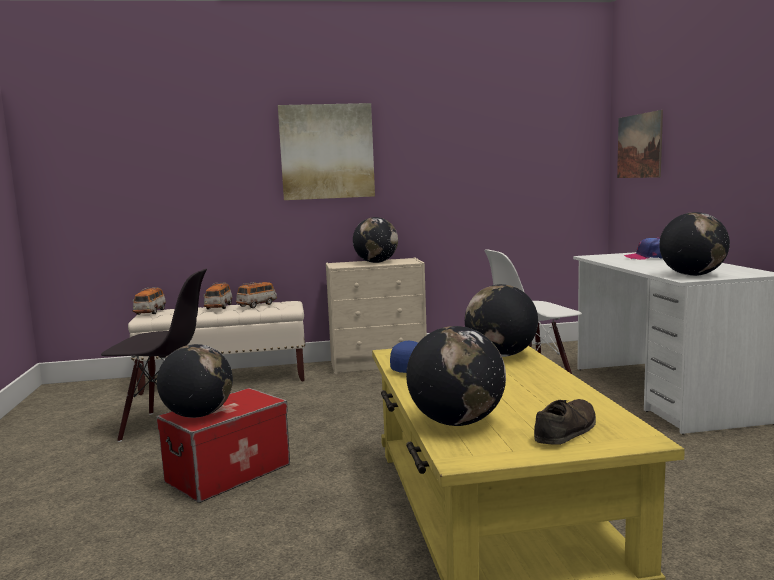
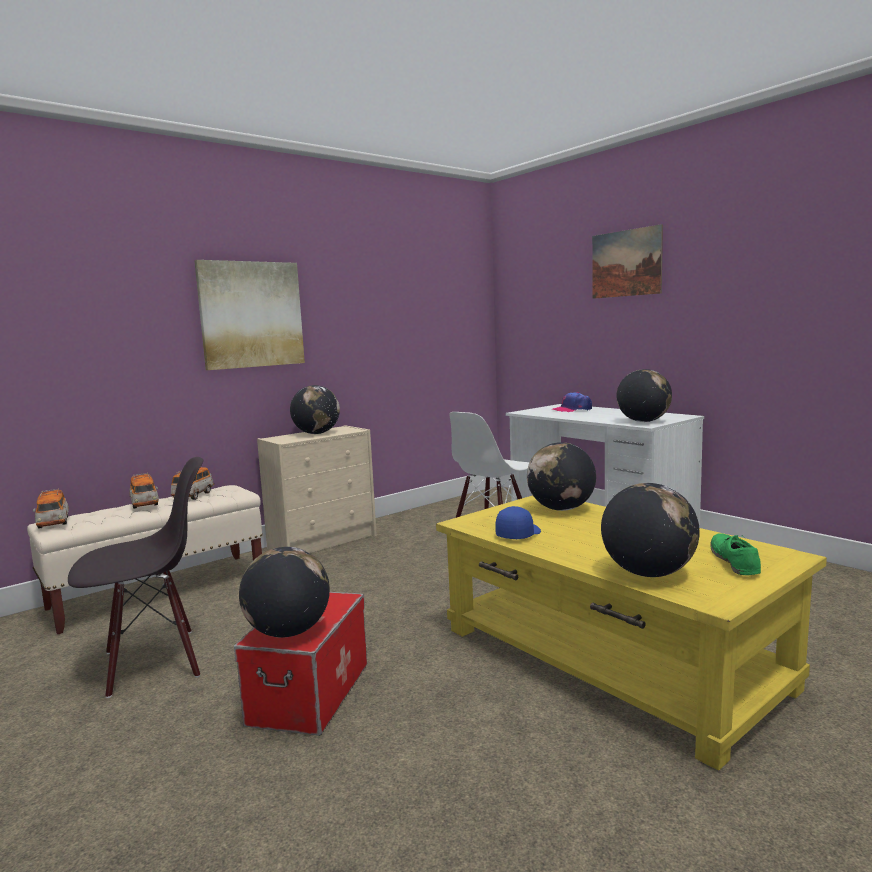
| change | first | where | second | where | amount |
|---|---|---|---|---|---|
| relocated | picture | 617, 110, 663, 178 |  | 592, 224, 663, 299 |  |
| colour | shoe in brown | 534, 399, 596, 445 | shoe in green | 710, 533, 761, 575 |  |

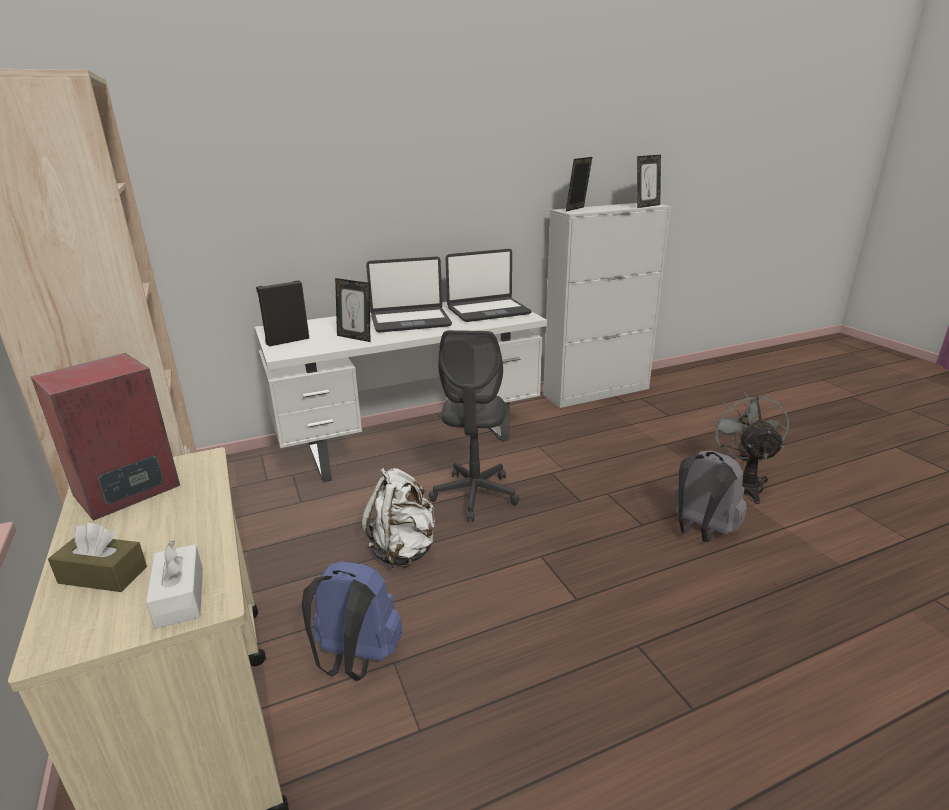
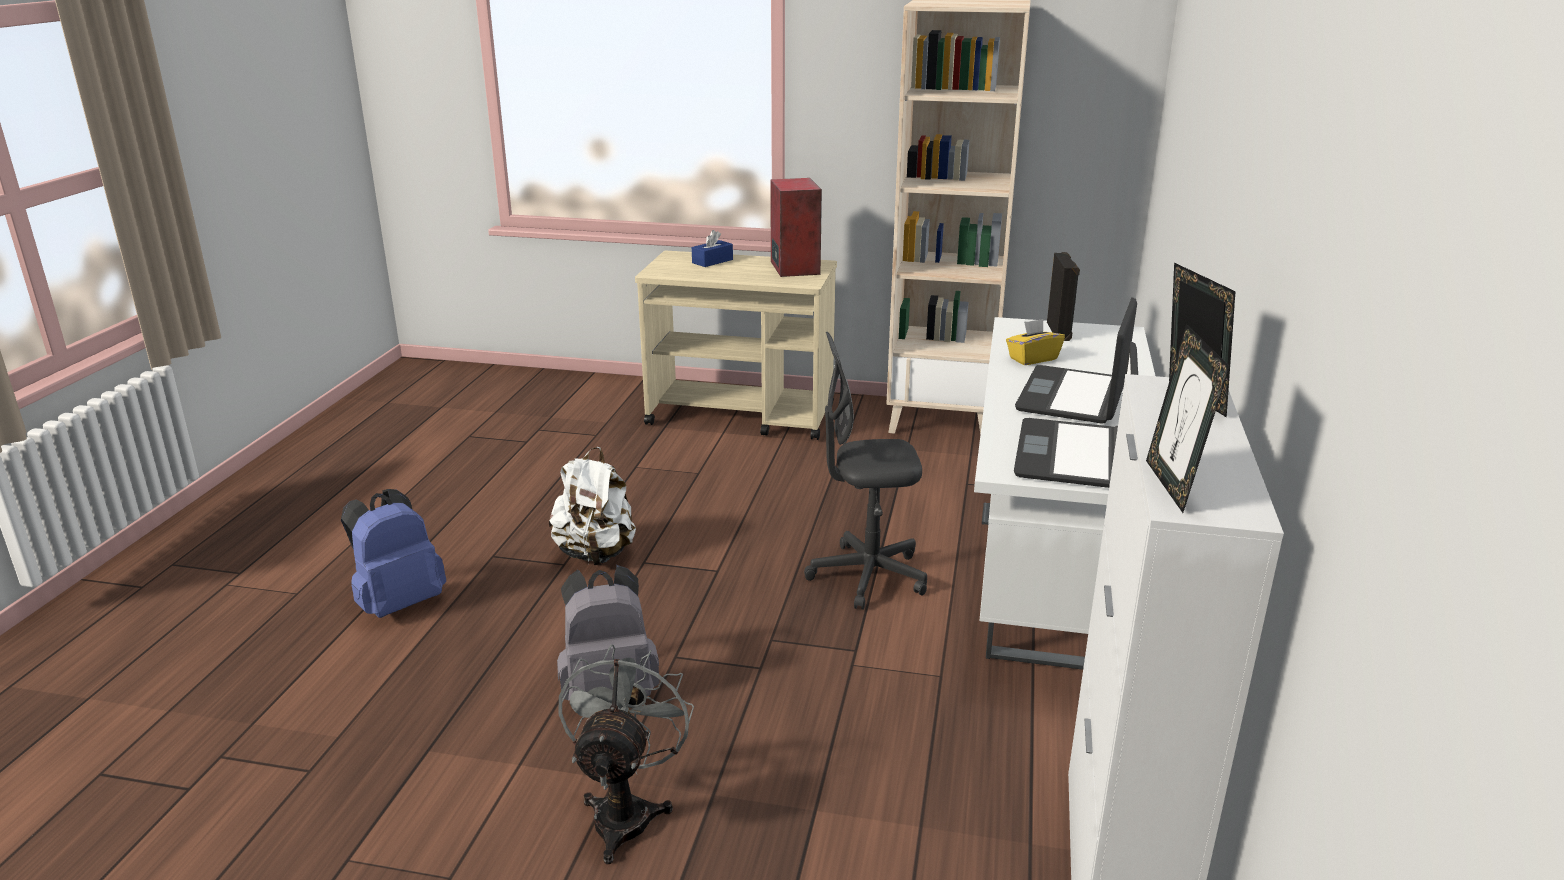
| change | first | where | second | where | amount |
|---|---|---|---|---|---|
| missing | tissue box in white | 146, 540, 203, 629 |  |  |  |
| relocated | backpack in blue | 301, 561, 403, 681 |  | 341, 489, 446, 618 |  |
| relocated | backpack in white | 361, 468, 435, 568 |  | 549, 447, 636, 565 |  |
| exchanged | picture frame | 335, 278, 370, 342 | tissue box in yellow | 1006, 319, 1065, 365 |  |
| colour | tissue box in brown | 48, 523, 147, 592 | tissue box in blue | 692, 230, 733, 267 |  |
| spun | office chair in grey | 429, 330, 519, 522 |  | 804, 332, 927, 610 | 45 degrees counterclockwise |
| spun | fan in grey | 713, 392, 789, 504 |  | 559, 644, 694, 864 | 120 degrees counterclockwise |

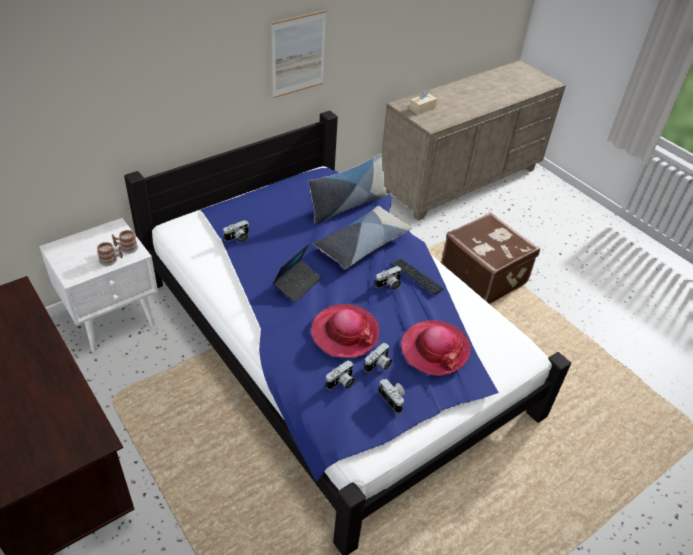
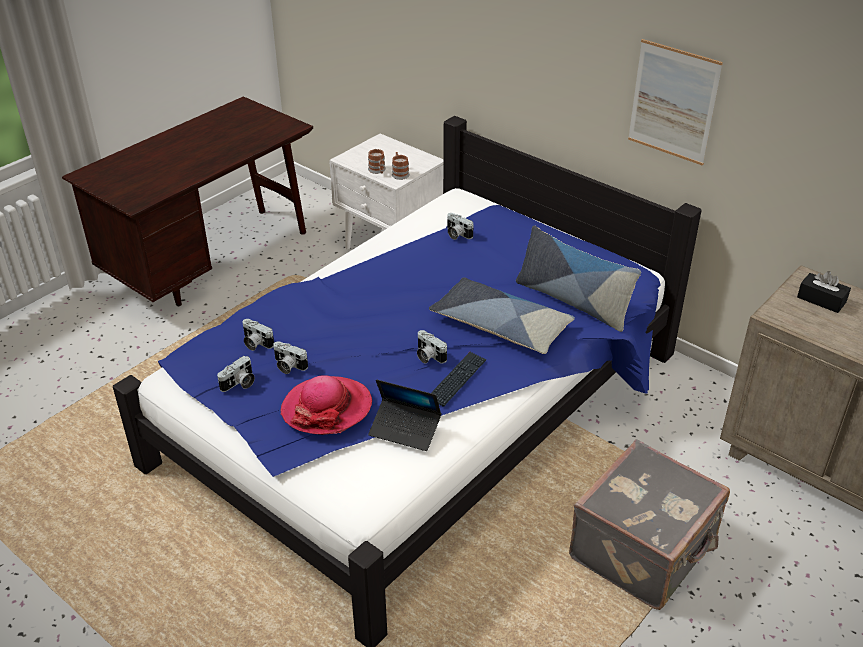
| change | first | where | second | where | amount |
|---|---|---|---|---|---|
| missing | hat | 311, 304, 379, 358 |  |  |  |
| relocated | laptop | 273, 244, 321, 303 |  | 368, 379, 441, 451 |  |
| colour | tissue box in beige | 409, 90, 437, 114 | tissue box in black | 797, 271, 851, 313 |  |
| colour | suitcase in brown | 441, 212, 540, 304 | suitcase in grey | 569, 439, 730, 610 |  |

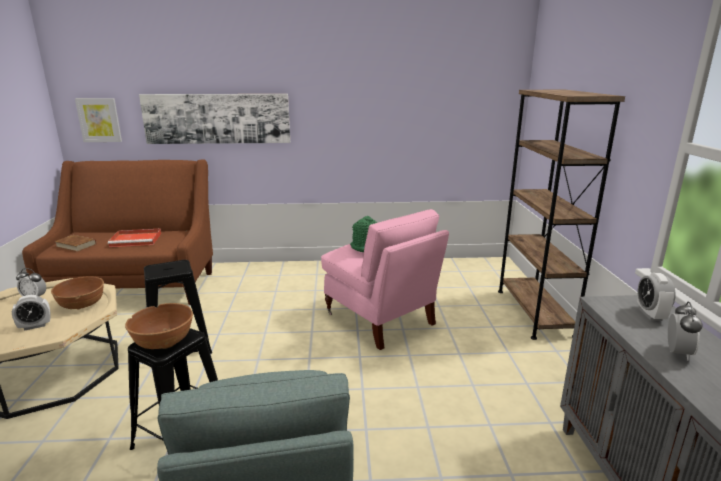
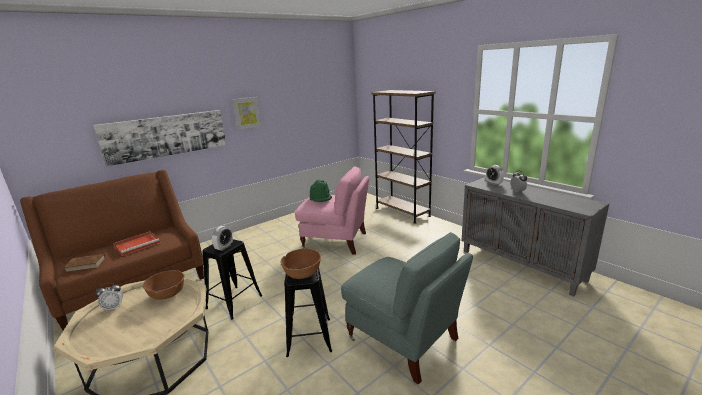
| change | first | where | second | where | amount |
|---|---|---|---|---|---|
| relocated | alarm clock | 12, 295, 51, 331 |  | 212, 226, 233, 251 |  |
| relocated | picture | 75, 98, 122, 142 |  | 232, 97, 261, 130 |  |

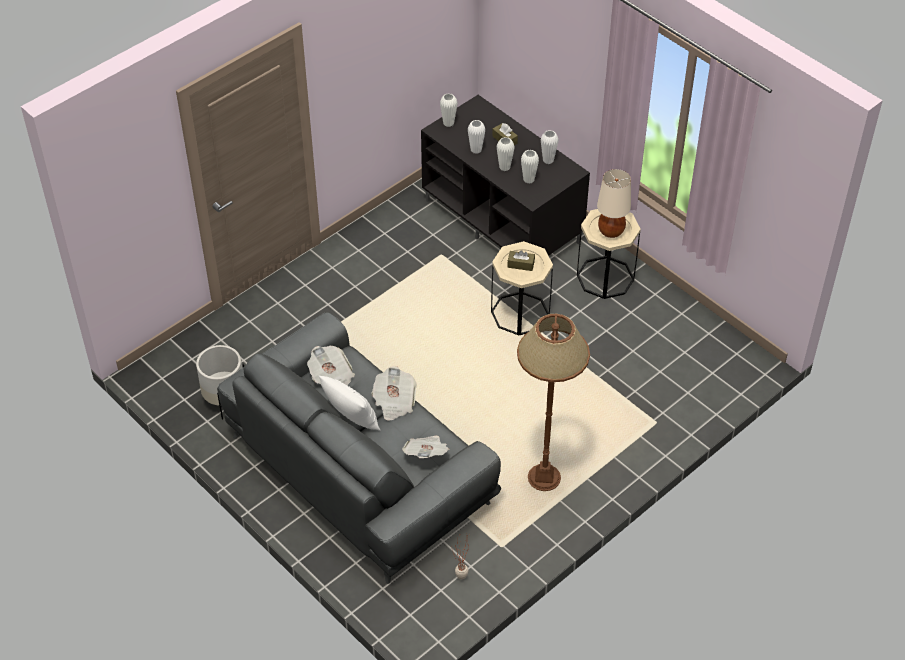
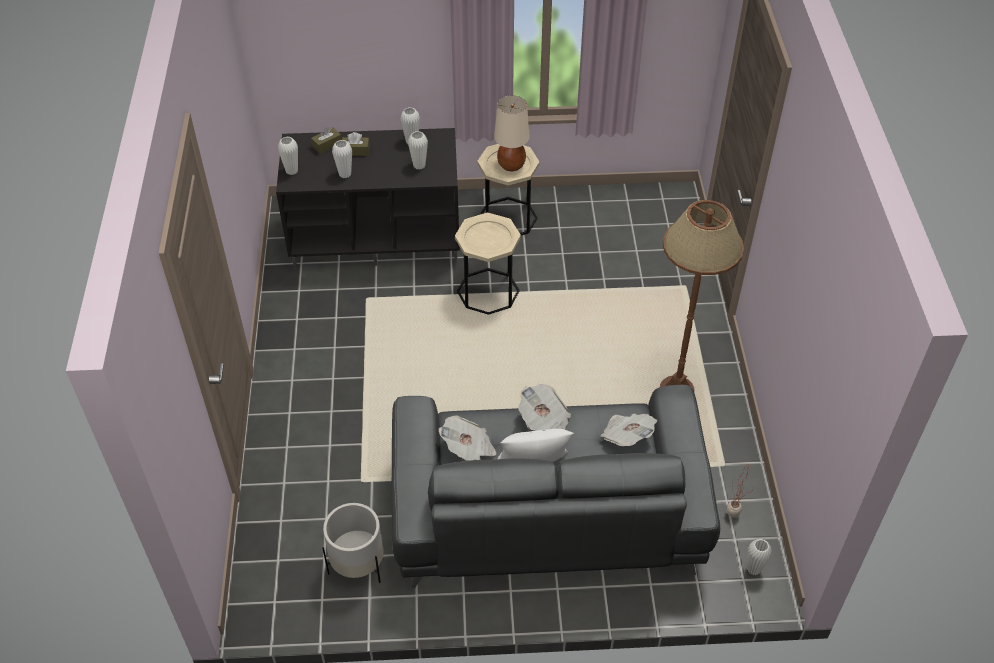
| change | first | where | second | where | amount |
|---|---|---|---|---|---|
| relocated | vase in white | 497, 137, 514, 171 |  | 747, 539, 772, 575 |  |
| relocated | tissue box in brown | 507, 250, 535, 271 |  | 311, 127, 342, 154 |  |

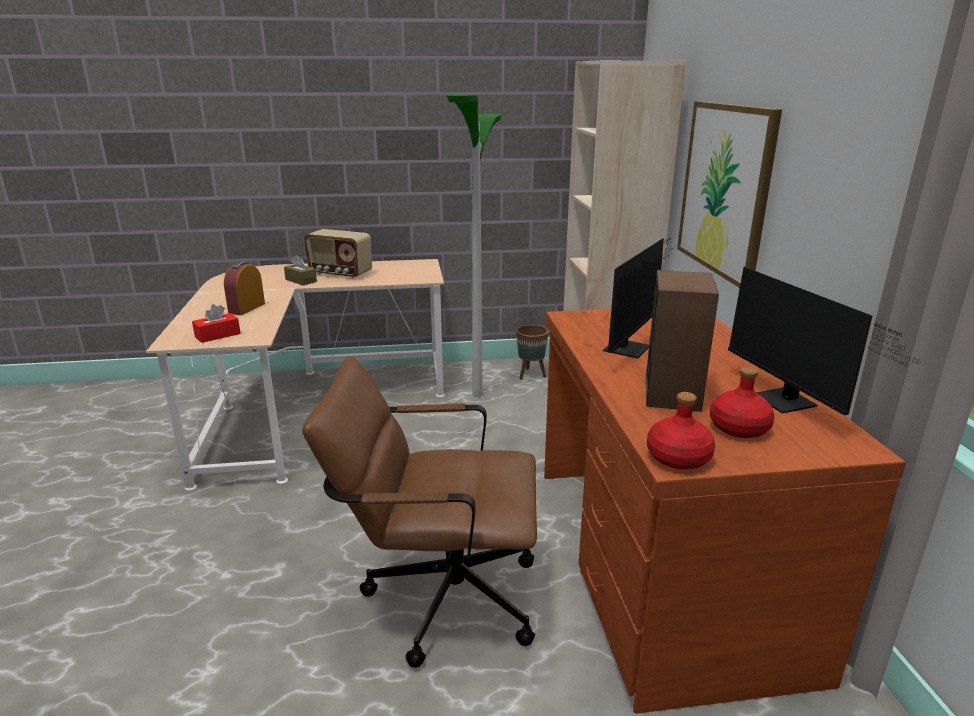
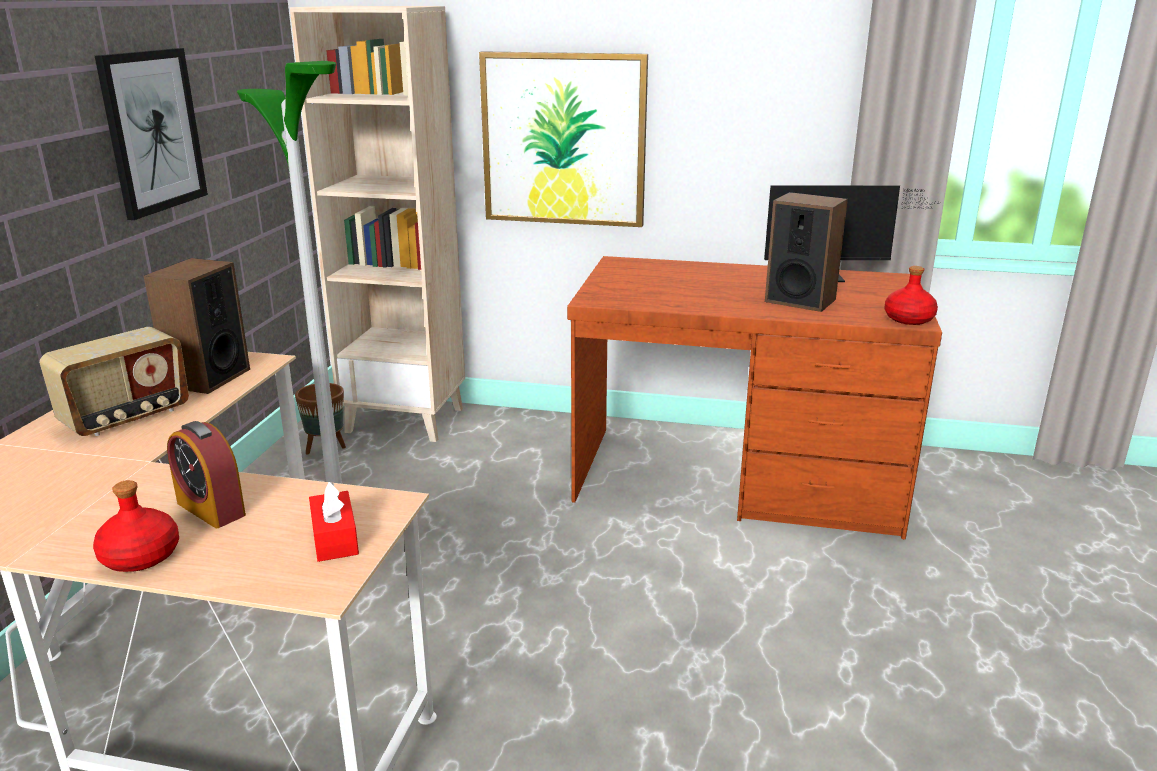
| change | first | where | second | where | amount |
|---|---|---|---|---|---|
| missing | tissue box in brown | 284, 255, 317, 285 |  |  |  |
| missing | office chair in brown | 302, 356, 537, 668 |  |  |  |
| missing | monitor | 603, 237, 675, 358 |  |  |  |
| appeared |  |  | picture | 95, 48, 208, 220 |  |
| appeared |  |  | speaker | 144, 258, 250, 394 |  |
| relocated | bottle in red | 710, 366, 775, 438 |  | 93, 480, 179, 572 |  |

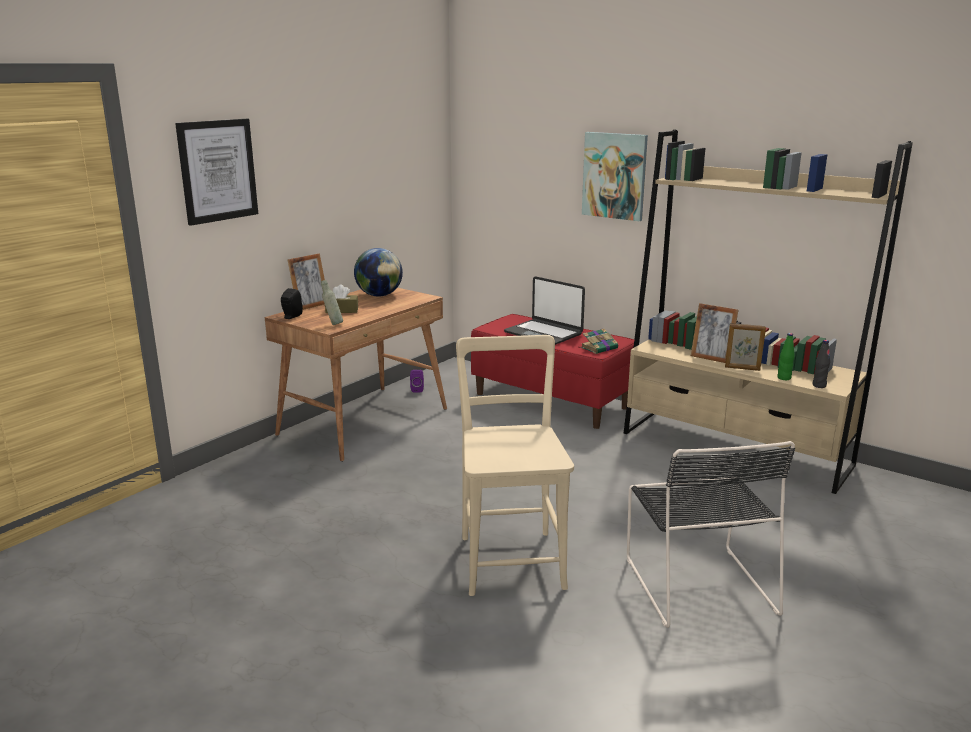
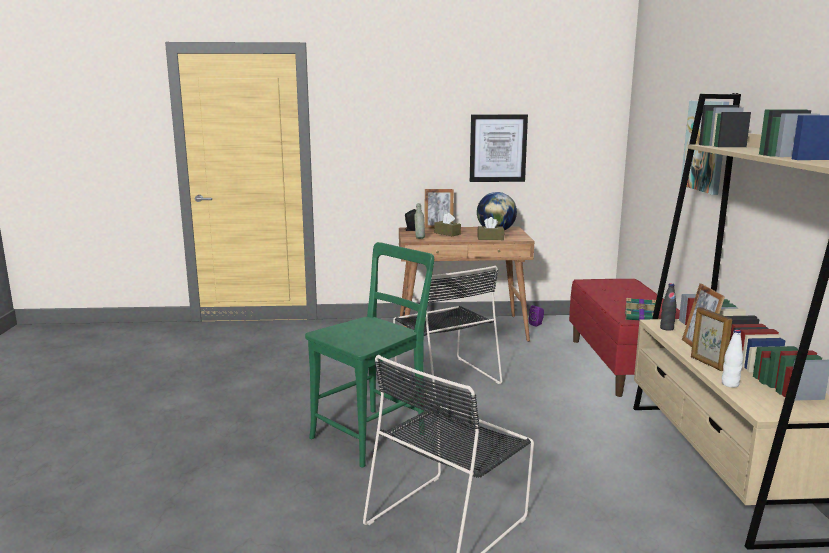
| change | first | where | second | where | amount |
|---|---|---|---|---|---|
| missing | laptop | 504, 276, 585, 345 |  |  |  |
| appeared |  |  | chair in black | 393, 266, 502, 401 |  |
| appeared |  |  | tissue box in brown | 477, 217, 504, 240 |  |
| relocated | picture | 175, 119, 258, 226 |  | 470, 114, 528, 182 |  |
| relocated | bottle in black | 813, 340, 830, 388 |  | 660, 283, 677, 331 |  |
| colour | chair in beige | 456, 335, 574, 596 | chair in green | 305, 242, 434, 468 |  |
| colour | bottle in green | 777, 333, 795, 380 | bottle in white | 722, 329, 743, 388 |  |

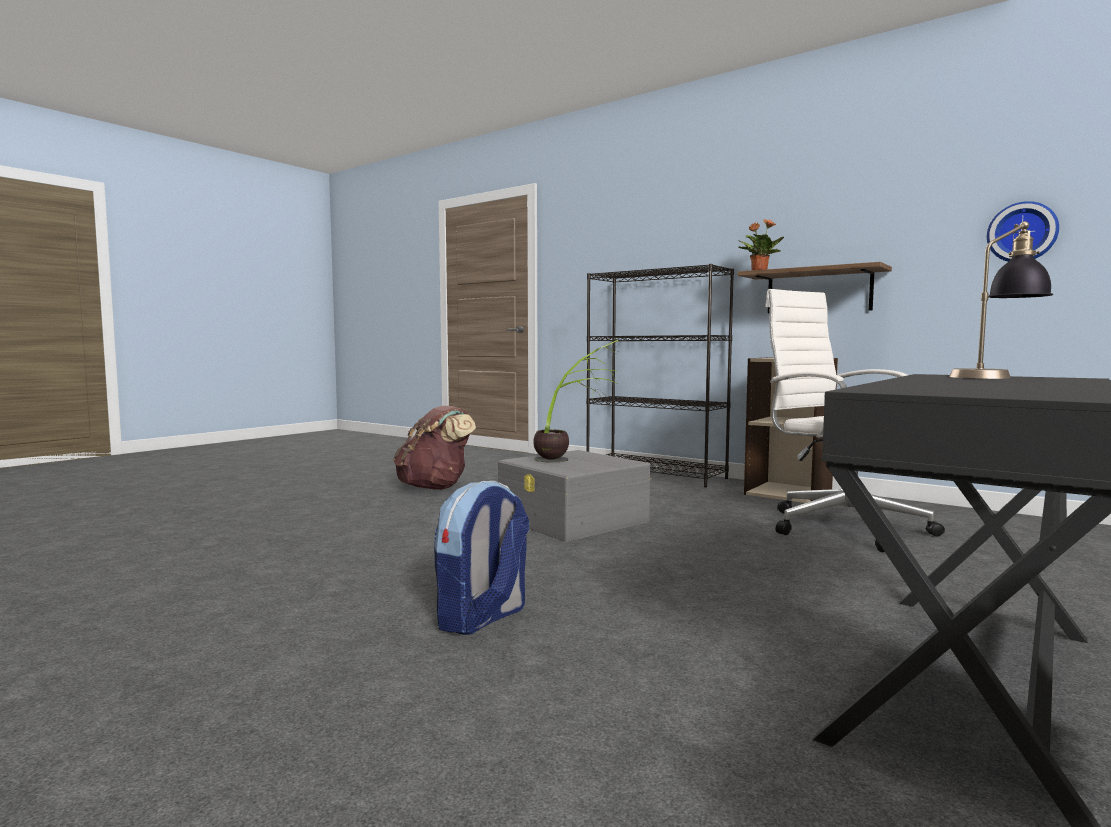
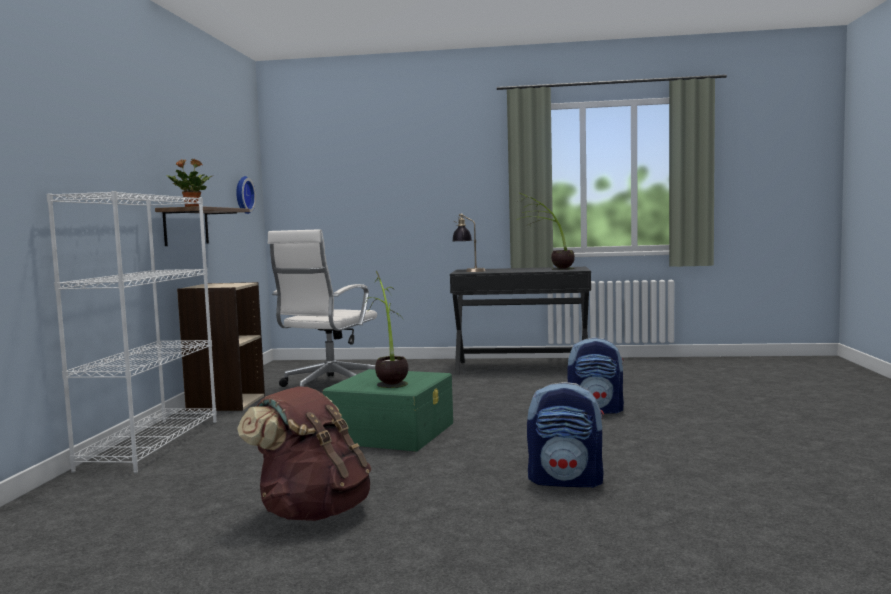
| change | first | where | second | where | amount |
|---|---|---|---|---|---|
| appeared |  |  | potted plant | 517, 193, 575, 270 |  |
| appeared |  |  | backpack | 527, 382, 604, 488 |  |
| colour | storage box in grey | 498, 450, 651, 542 | storage box in green | 323, 369, 453, 451 |  |
| colour | bookcase in black | 586, 264, 734, 487 | bookcase in white | 47, 191, 217, 473 |  |

